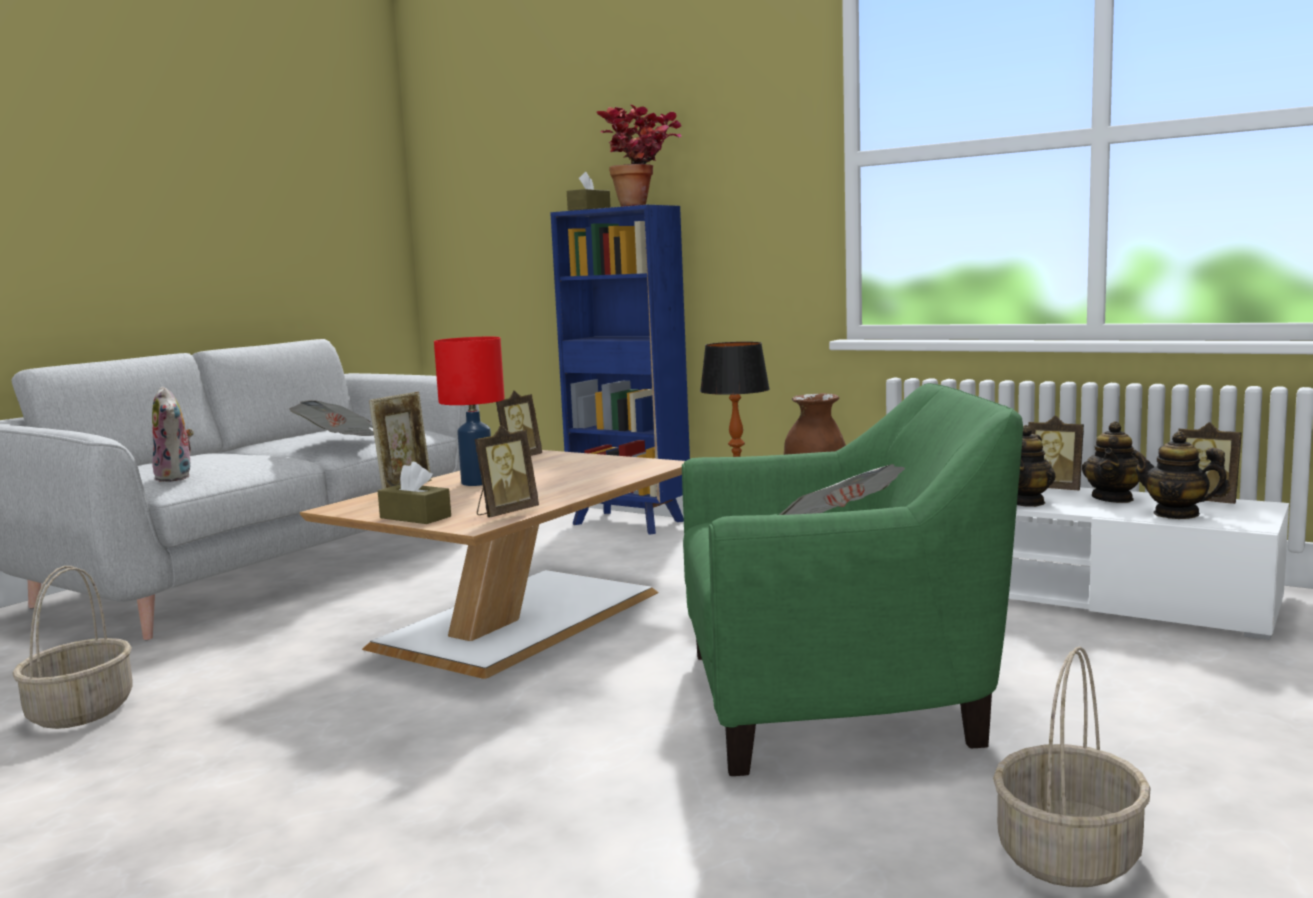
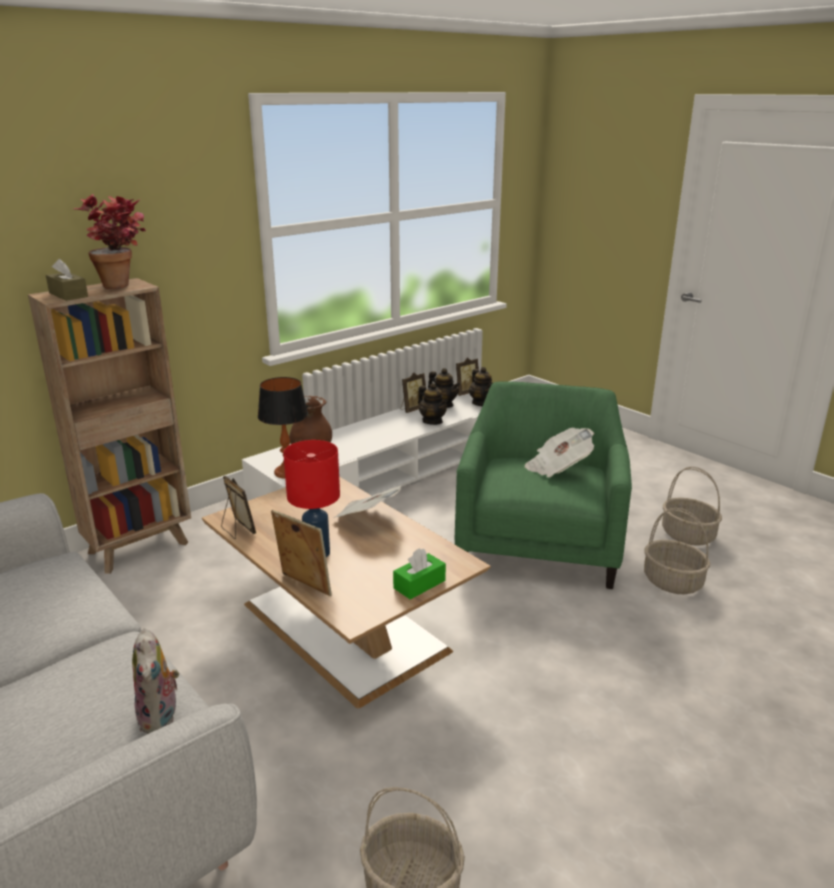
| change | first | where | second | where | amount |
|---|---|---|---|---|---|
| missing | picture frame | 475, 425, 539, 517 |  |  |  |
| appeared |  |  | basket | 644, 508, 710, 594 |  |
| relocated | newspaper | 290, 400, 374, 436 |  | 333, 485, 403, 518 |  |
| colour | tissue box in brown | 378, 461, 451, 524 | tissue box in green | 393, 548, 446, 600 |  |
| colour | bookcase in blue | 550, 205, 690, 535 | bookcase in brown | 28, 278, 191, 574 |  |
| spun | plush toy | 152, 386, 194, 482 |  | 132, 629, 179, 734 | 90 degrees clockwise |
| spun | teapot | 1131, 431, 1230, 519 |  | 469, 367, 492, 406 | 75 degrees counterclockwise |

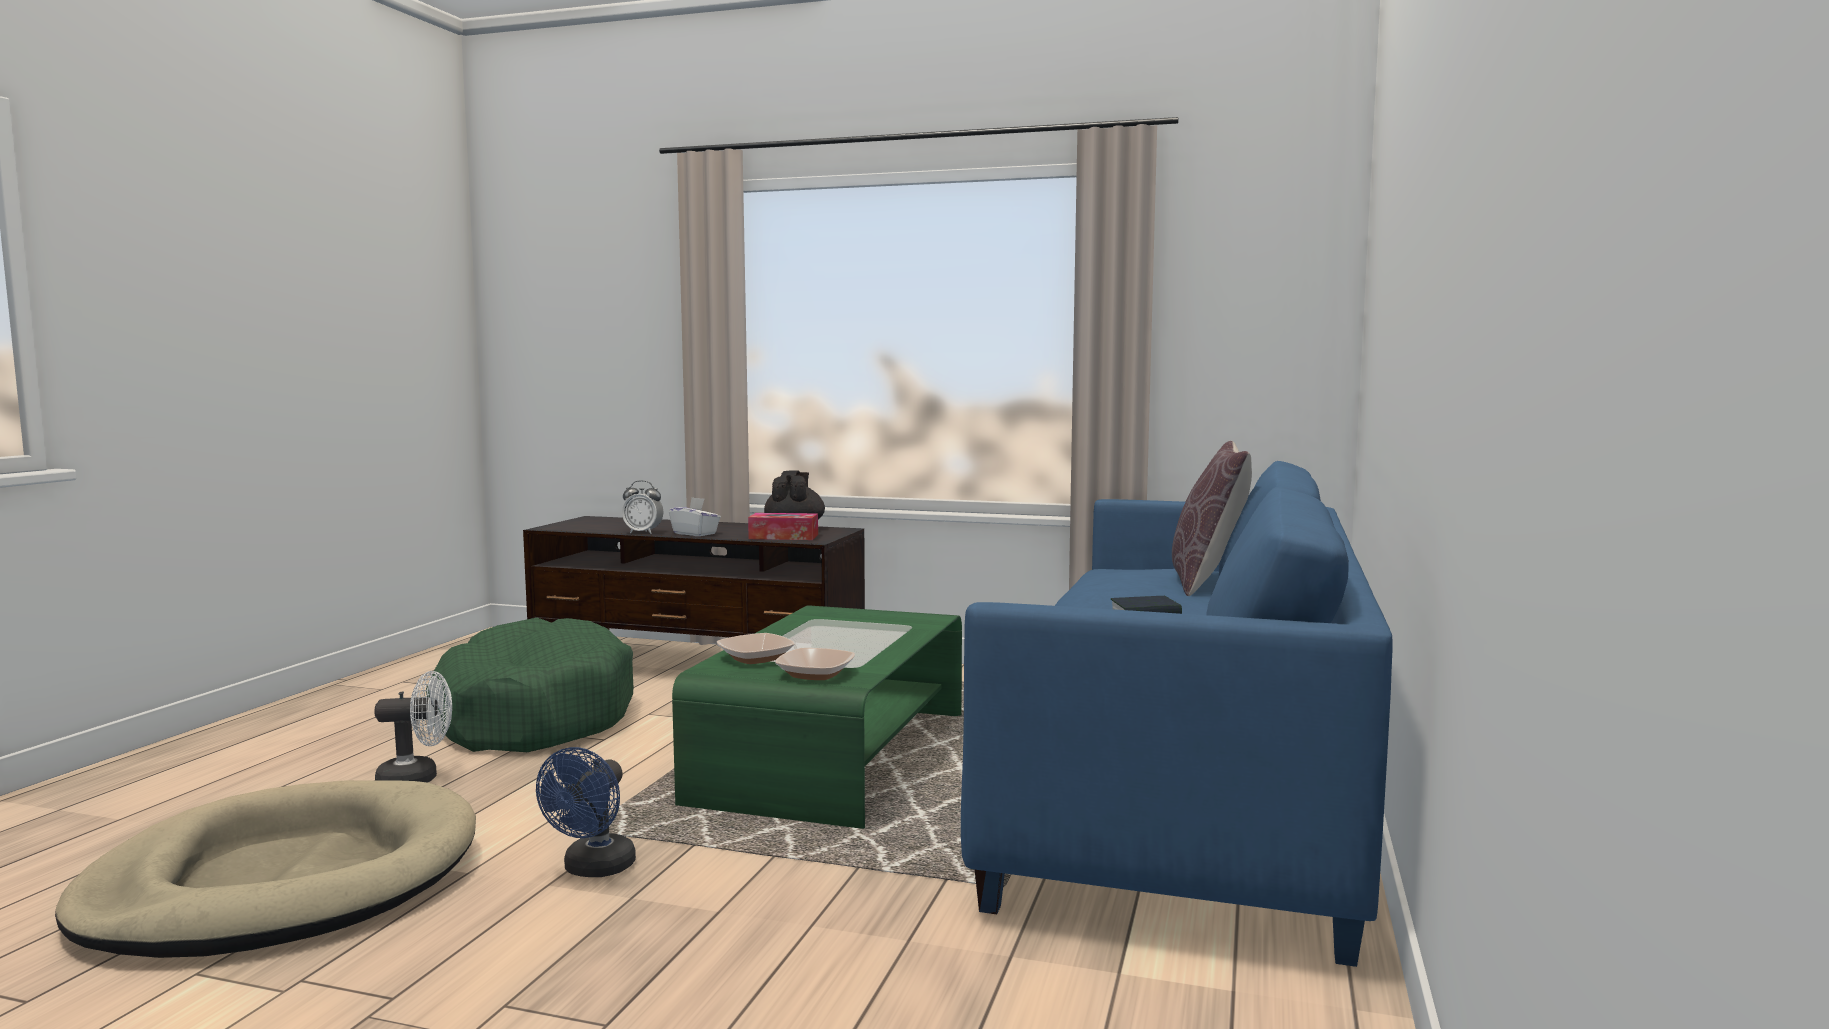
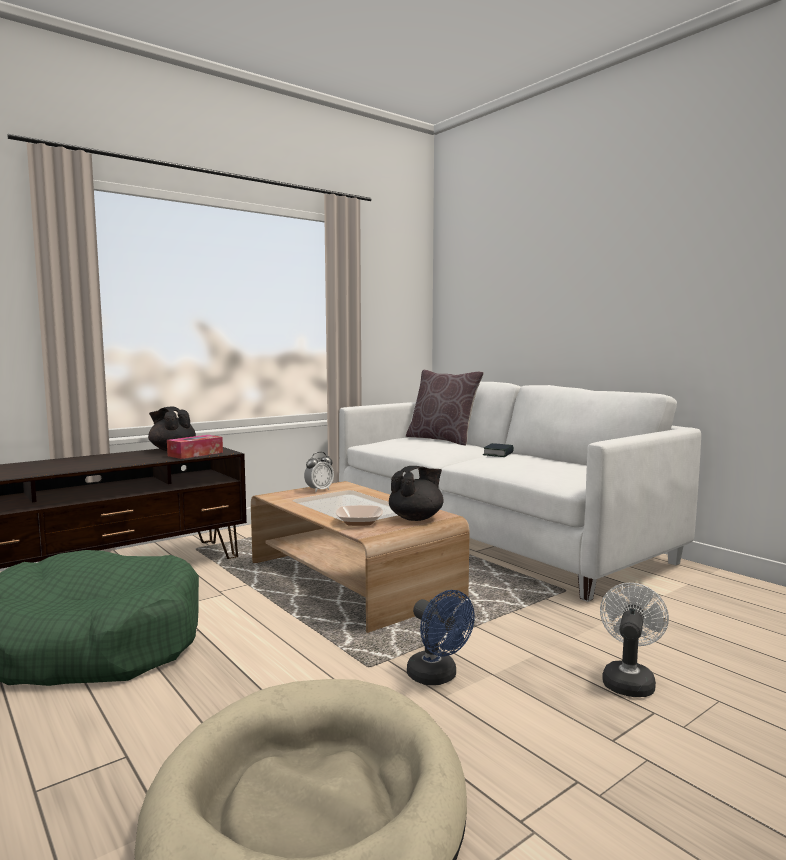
| change | first | where | second | where | amount |
|---|---|---|---|---|---|
| missing | tissue box in white | 669, 497, 721, 536 |  |  |  |
| relocated | fan in white | 375, 671, 452, 783 |  | 600, 583, 669, 697 |  |
| relocated | alarm clock | 622, 480, 663, 534 |  | 304, 452, 334, 492 |  |
| exchanged | bowl | 775, 648, 855, 680 | teapot in black | 389, 466, 444, 521 |  |
| colour | coffee table in green | 672, 605, 962, 829 | coffee table in brown | 251, 481, 470, 633 |  |
| colour | sofa in blue | 961, 461, 1393, 967 | sofa in white | 339, 382, 701, 602 |  |

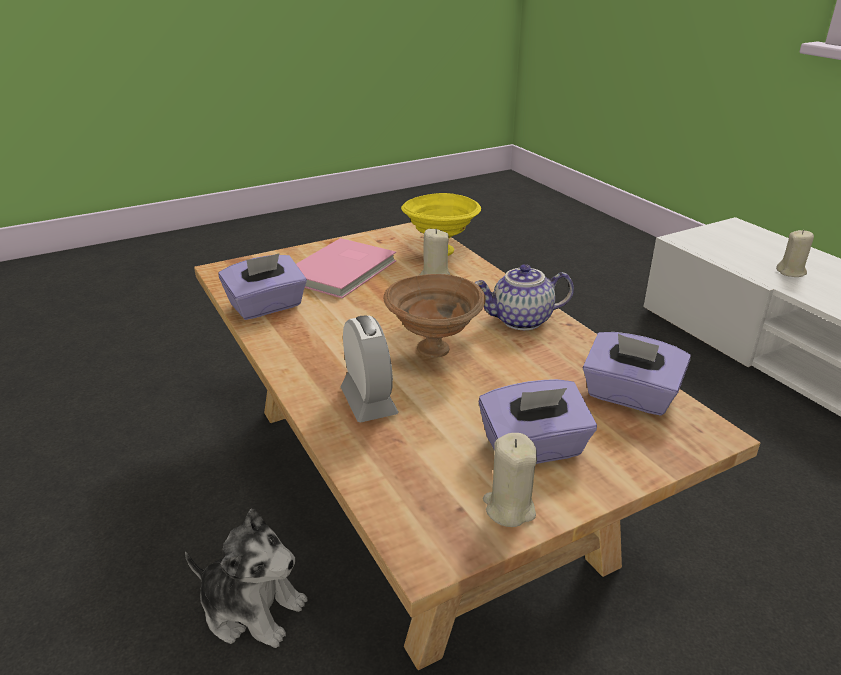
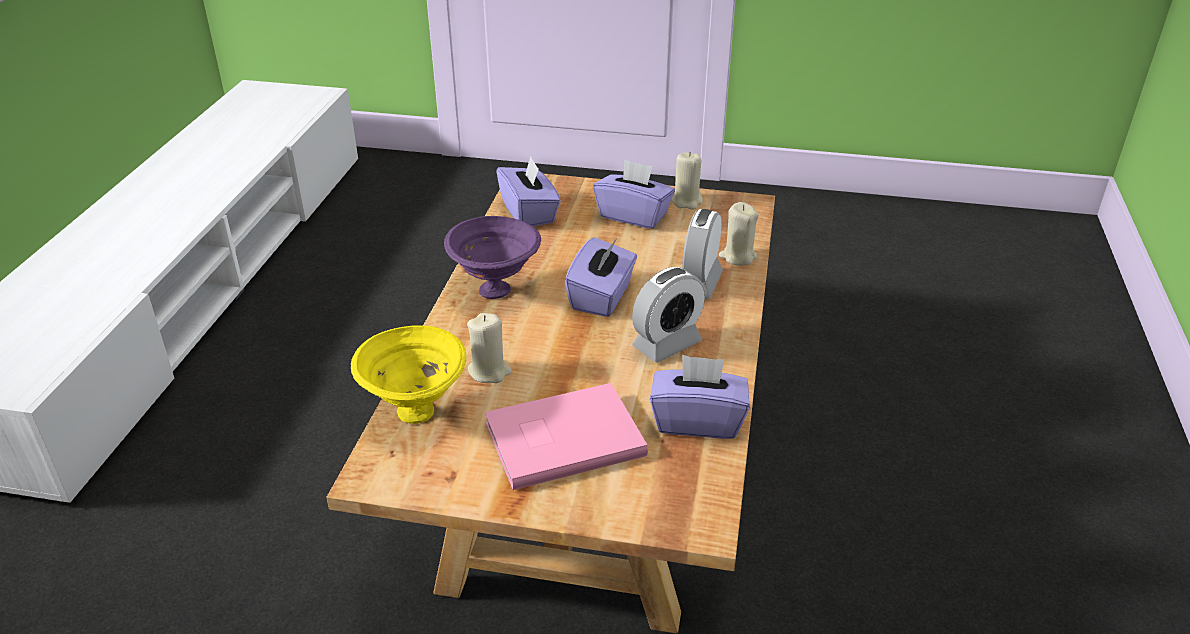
| change | first | where | second | where | amount |
|---|---|---|---|---|---|
| missing | plush toy | 185, 508, 308, 648 |  |  |  |
| appeared |  |  | alarm clock | 632, 267, 705, 362 |  |
| relocated | candle in beige | 776, 230, 814, 277 |  | 719, 202, 759, 266 |  |
| exchanged | bowl in brown | 383, 274, 486, 358 | tissue box in purple | 565, 237, 637, 317 |  |
| exchanged | teapot | 475, 264, 574, 330 | bowl in purple | 444, 216, 541, 299 |  |

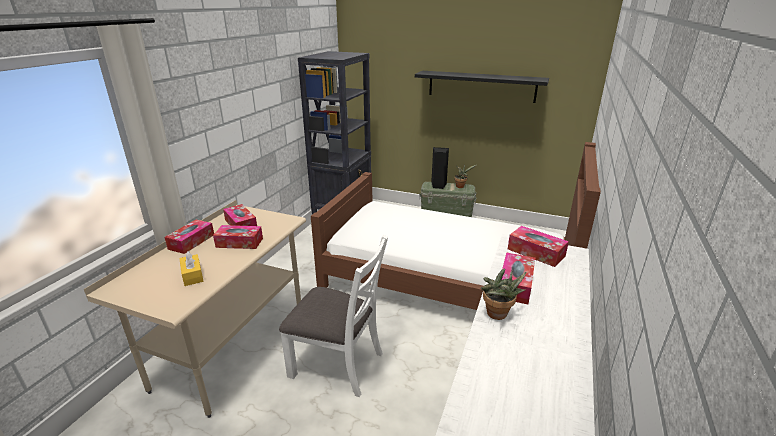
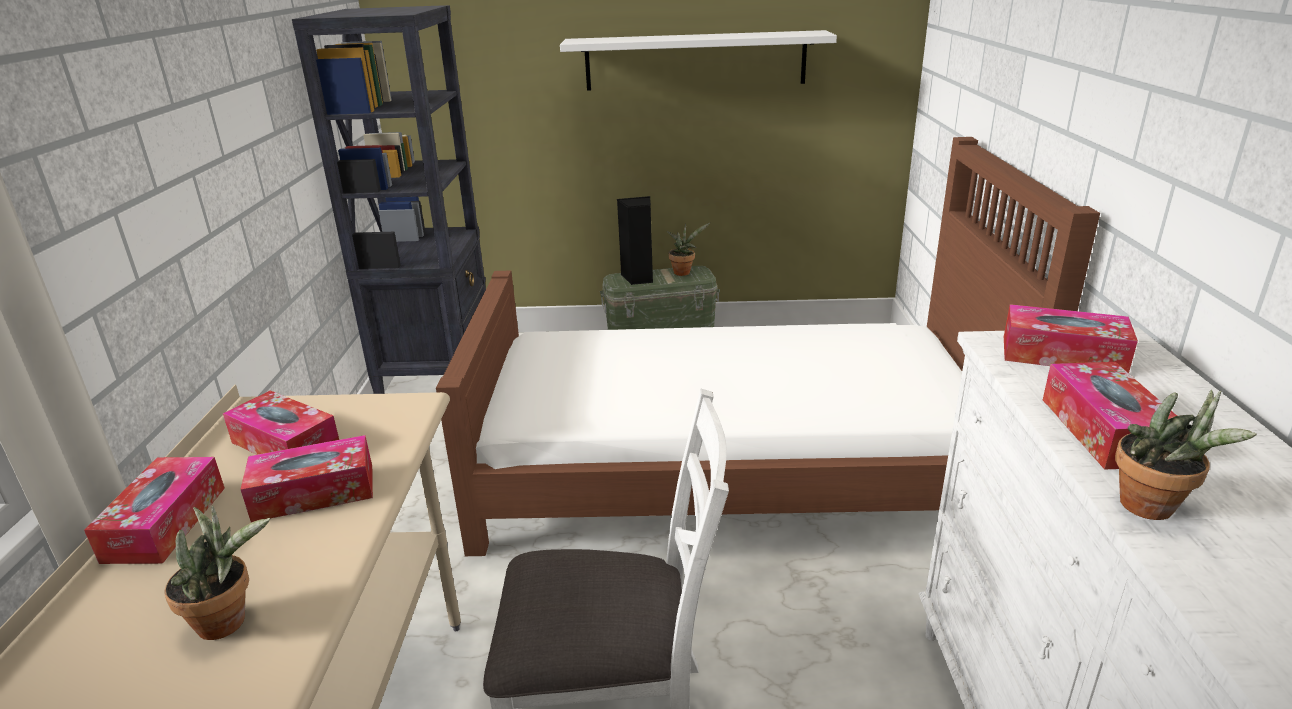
| change | first | where | second | where | amount |
|---|---|---|---|---|---|
| exchanged | tissue box in yellow | 179, 251, 203, 286 | potted plant | 164, 506, 270, 640 |  |
| colour | shelf in black | 415, 71, 549, 103 | shelf in white | 560, 30, 837, 91 |  |

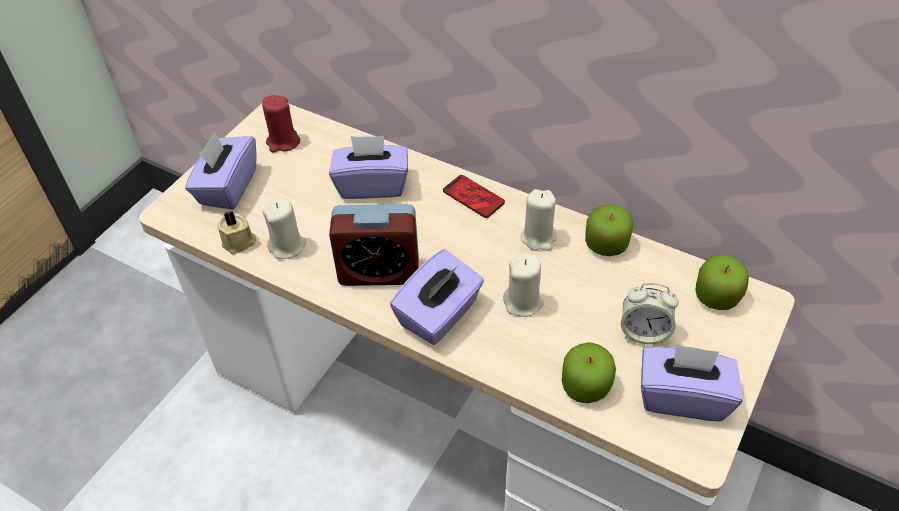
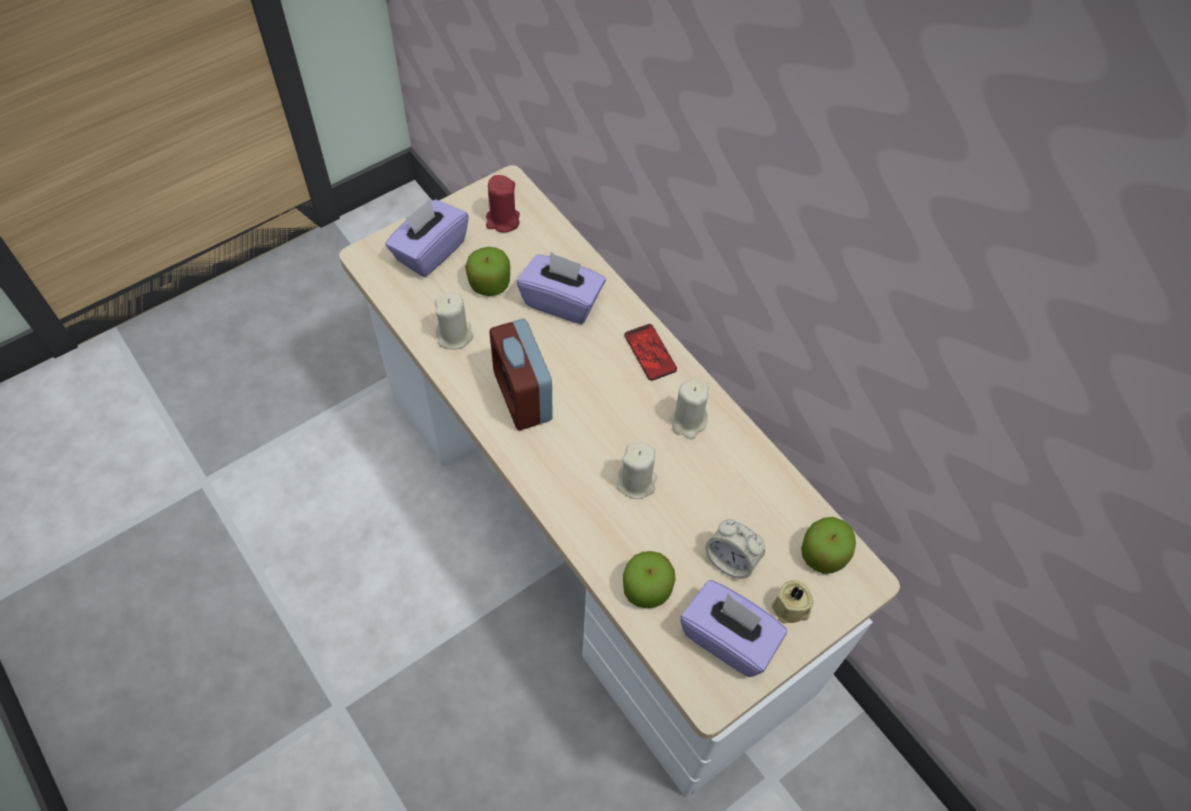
| change | first | where | second | where | amount |
|---|---|---|---|---|---|
| missing | tissue box in purple | 390, 249, 484, 345 |  |  |  |
| relocated | candle in beige | 217, 211, 256, 254 |  | 772, 580, 813, 624 |  |
| relocated | apple | 585, 205, 633, 256 |  | 465, 247, 510, 296 |  |
| spun | alarm clock | 329, 204, 419, 286 |  | 489, 319, 553, 430 | 45 degrees clockwise |

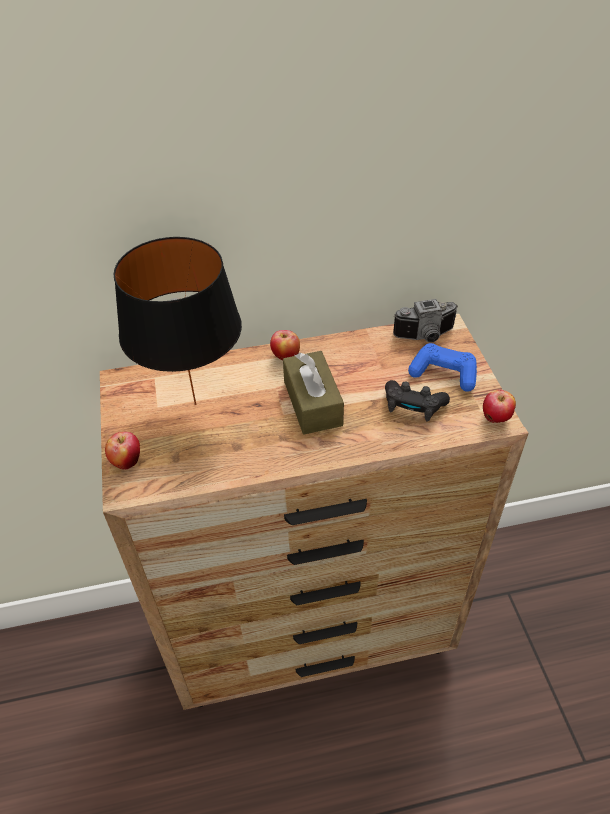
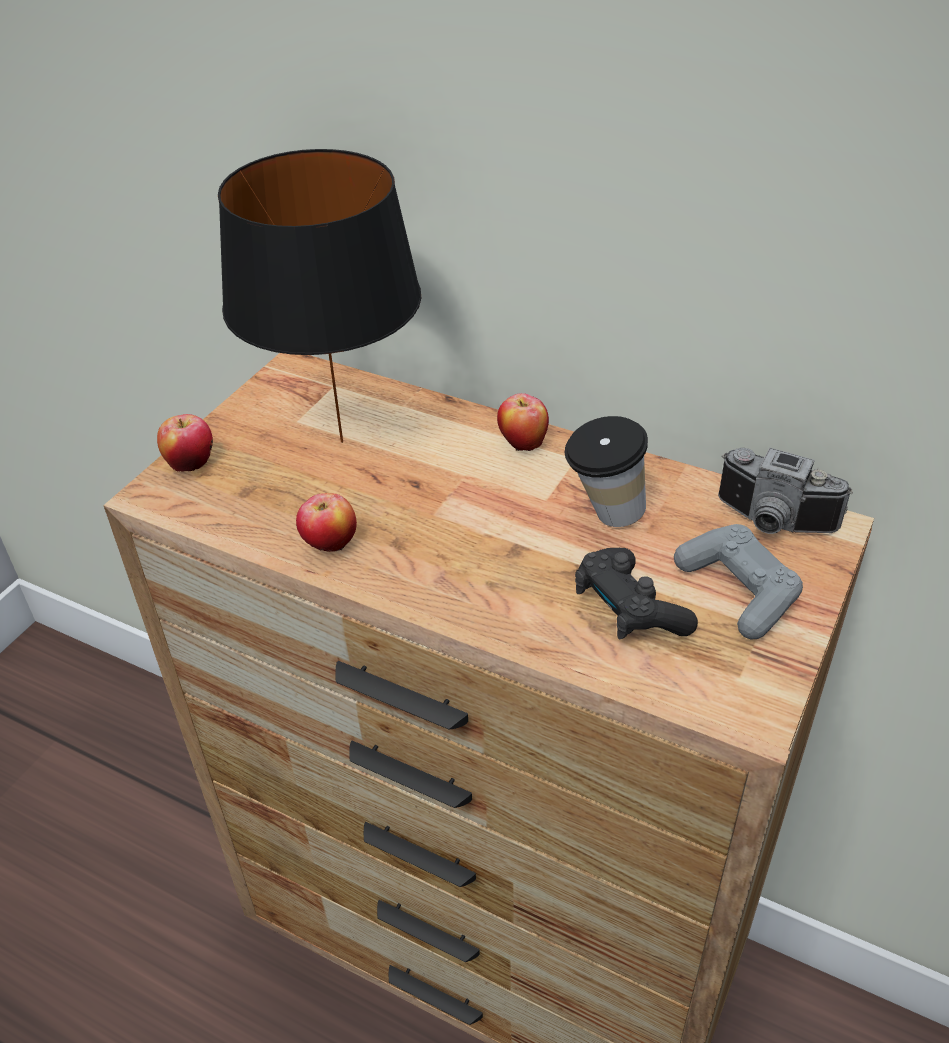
| change | first | where | second | where | amount |
|---|---|---|---|---|---|
| missing | tissue box in brown | 283, 351, 344, 434 |  |  |  |
| appeared |  |  | cup | 565, 416, 648, 527 |  |
| relocated | apple | 483, 389, 516, 423 |  | 296, 493, 357, 552 |  |
| colour | game controller in blue | 408, 343, 477, 392 | game controller in grey | 674, 524, 803, 639 |  |

